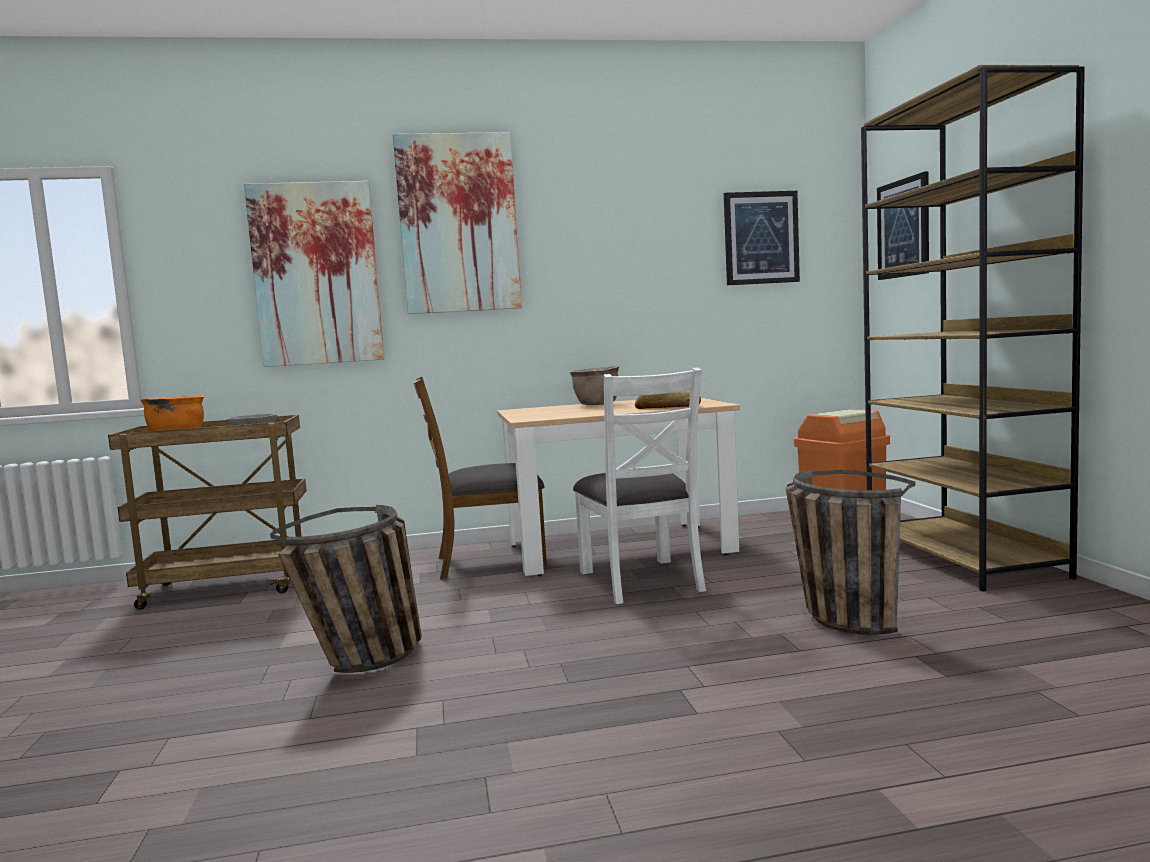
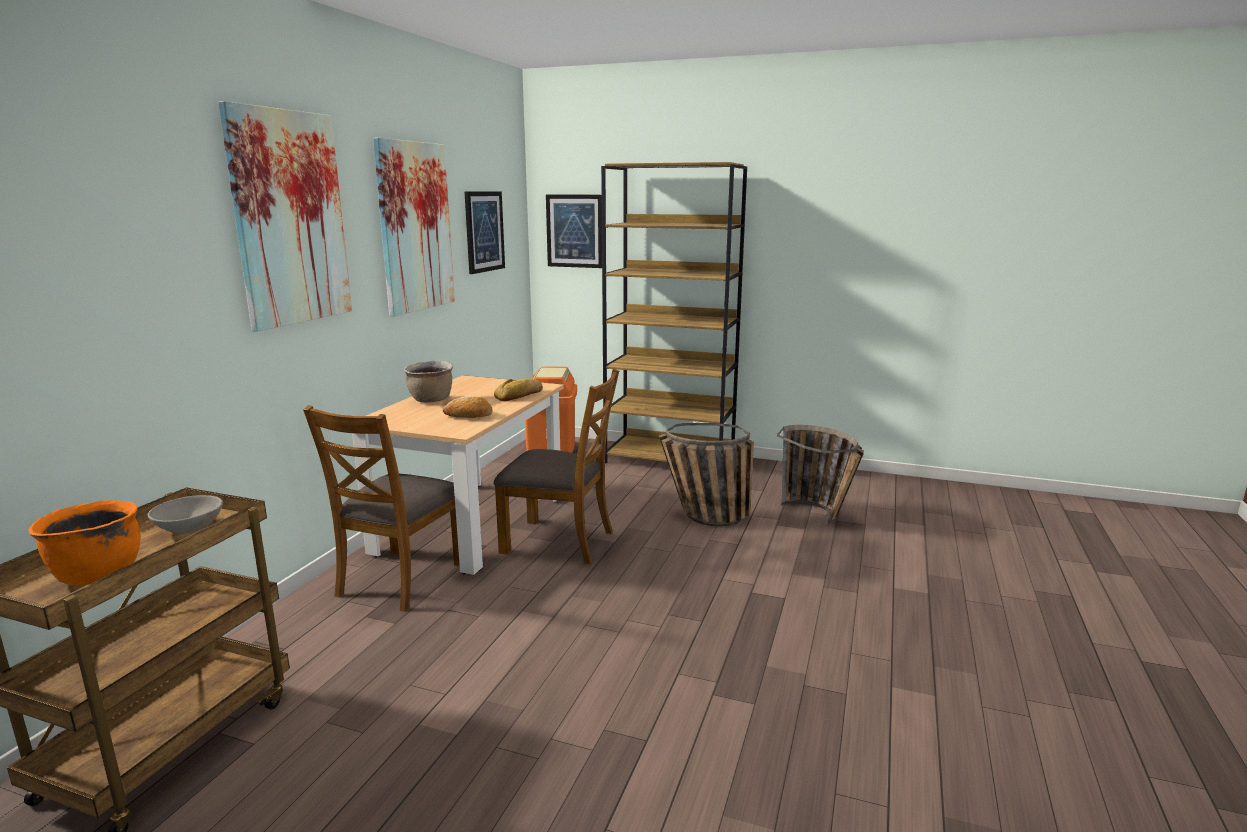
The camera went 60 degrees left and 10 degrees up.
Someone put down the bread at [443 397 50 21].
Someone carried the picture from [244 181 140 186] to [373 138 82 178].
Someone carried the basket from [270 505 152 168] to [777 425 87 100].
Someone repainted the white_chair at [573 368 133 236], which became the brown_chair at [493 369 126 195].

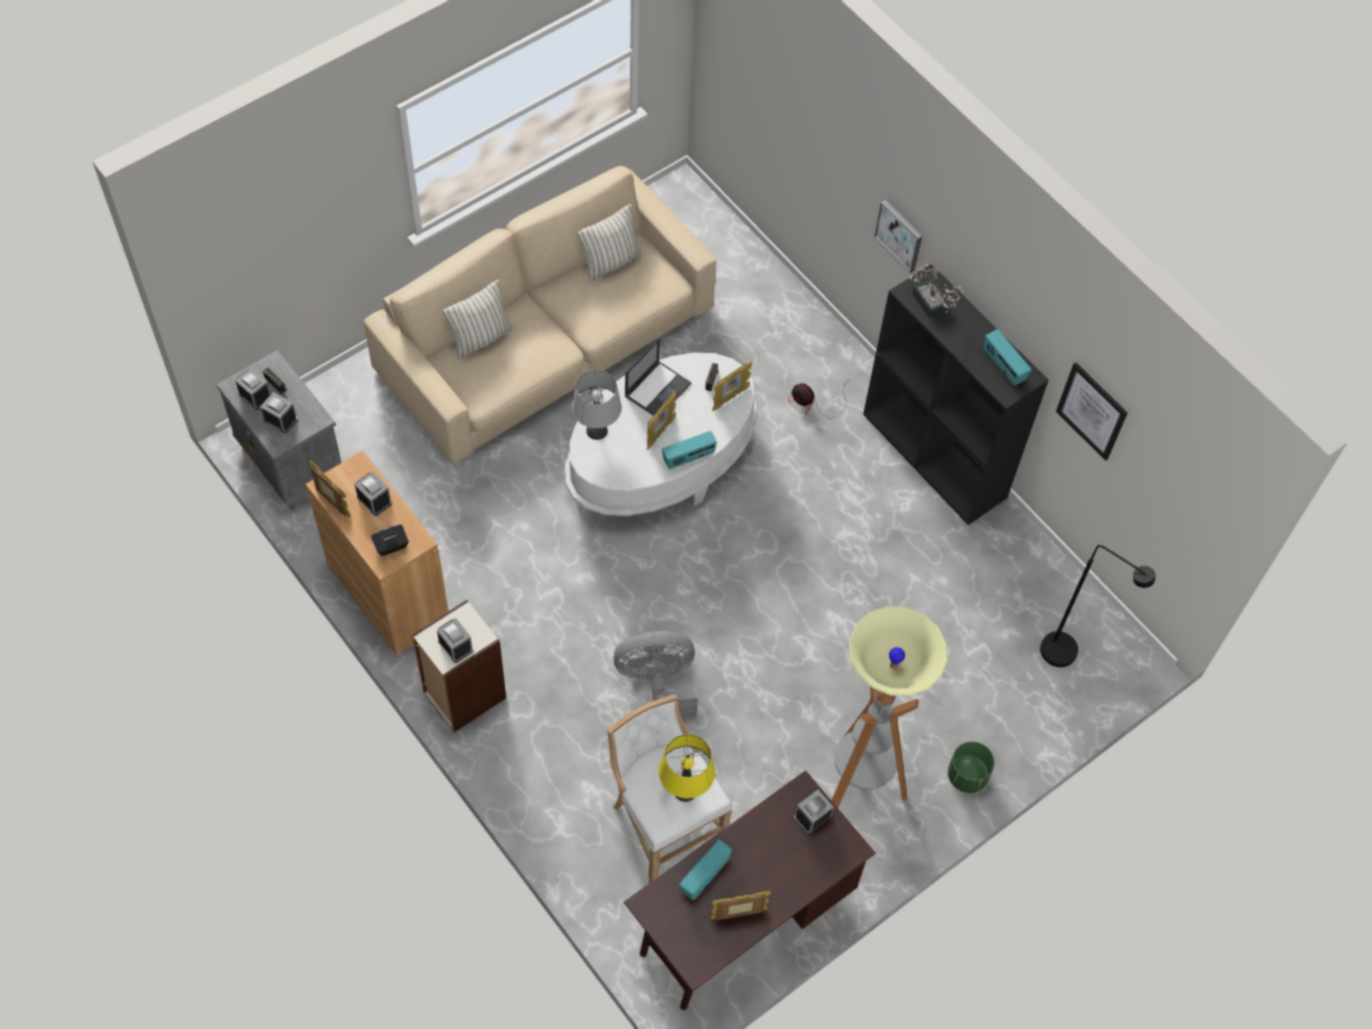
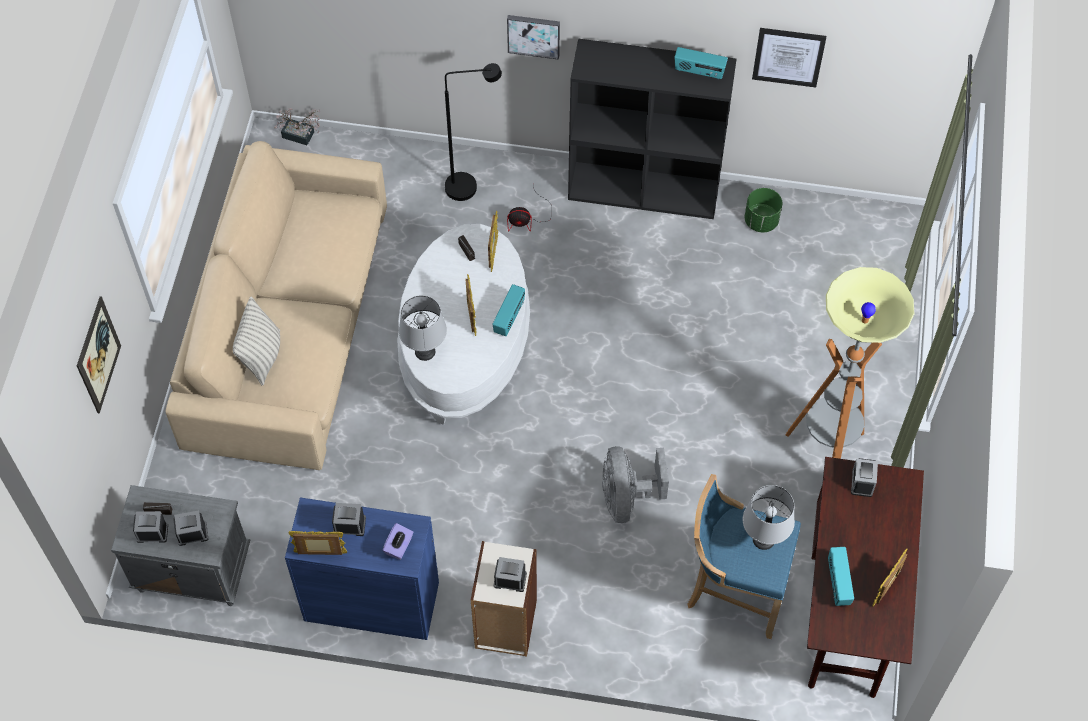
The camera went 40 degrees left and 0 degrees up.
Someone took away the pillow at [577 204 66 79].
Someone took away the laptop at [625 337 66 79].
Someone put up the picture at [77 296 44 118].
Someone carried the potted_plant from [909 264 55 54] to [274 108 46 37].
Someone carried the green_planter from [948 742 47 51] to [745 188 37 44].
Someone carried the black_floor_lamp from [1040 545 115 122] to [445 63 57 138].
Someone repainted the brown_cabinet at [306 450 142 205], which became the blue_cabinet at [285 497 154 143].
Someone repainted the black_tissue_box at [371 525 38 31], which became the purple_tissue_box at [383 523 31 37].
Someone repainted the white_stool at [607 694 125 189], which became the blue_stool at [687 474 114 165].
Someone repainted the yellow_table_lamp at [659 734 56 68], which became the grey_table_lamp at [743 485 52 65].
Someone rotated the grey_fan at [613 631 85 86] by 45 degrees counterclockwise.

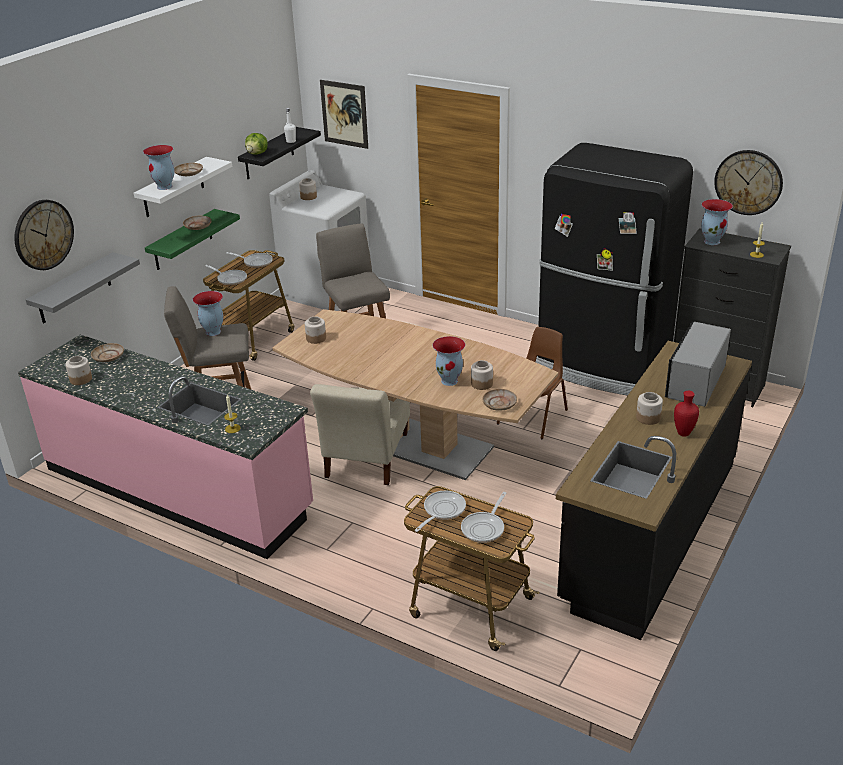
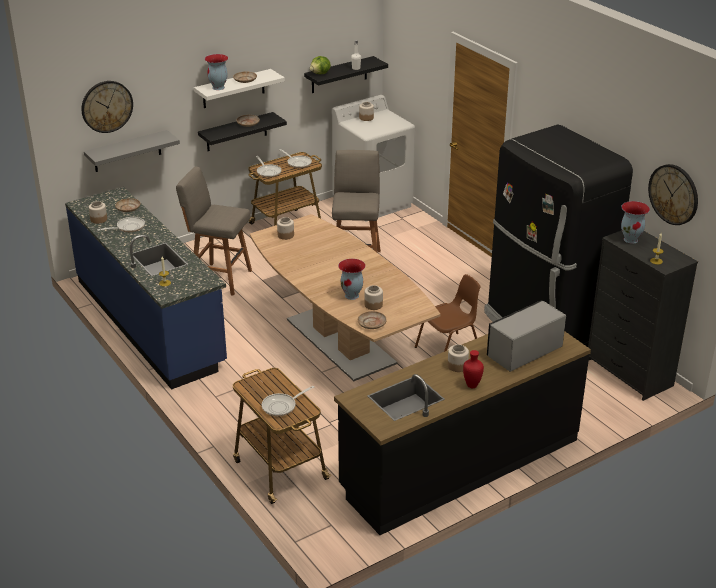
The camera went 25 degrees right and 0 degrees up.
Someone took away the vase at [193 291 30 45].
Someone took away the beige_chair at [310 384 100 101].
Someone took away the picture at [320 80 48 69].
Someone carried the frying_pan from [414 491 52 41] to [97 217 48 15].
Someone repainted the pink_counter at [18 335 295 224], which became the blue_counter at [65 187 162 203].
Someone repainted the green_shelf at [145 209 95 61], which became the black_shelf at [198 112 89 39].

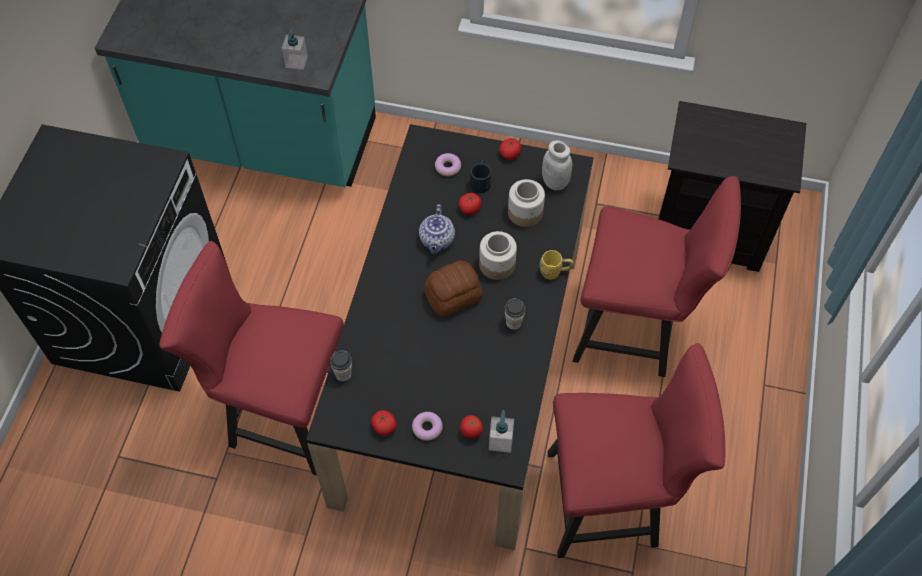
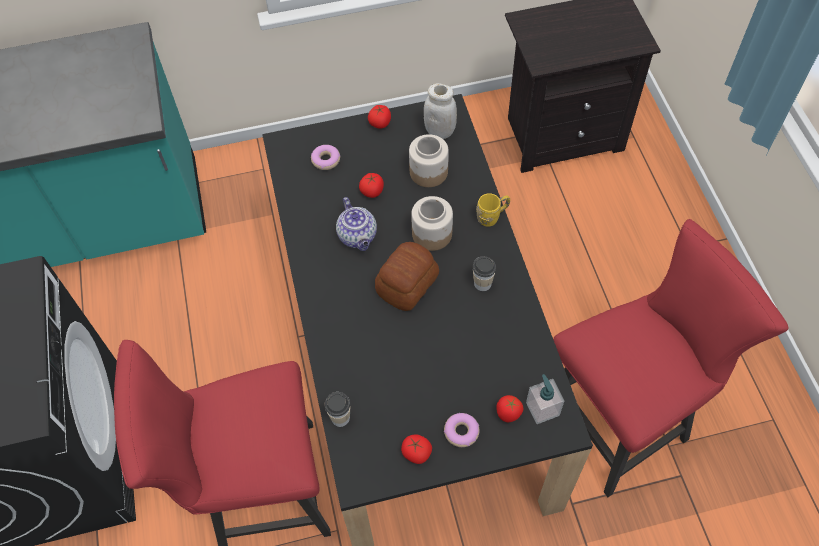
The camera went 25 degrees left and 0 degrees up.
Someone took away the soap_dispenser at [282 29 26 41].
Someone took away the black_mug at [470 159 22 34].
Someone took away the red_chair at [572 176 169 201].

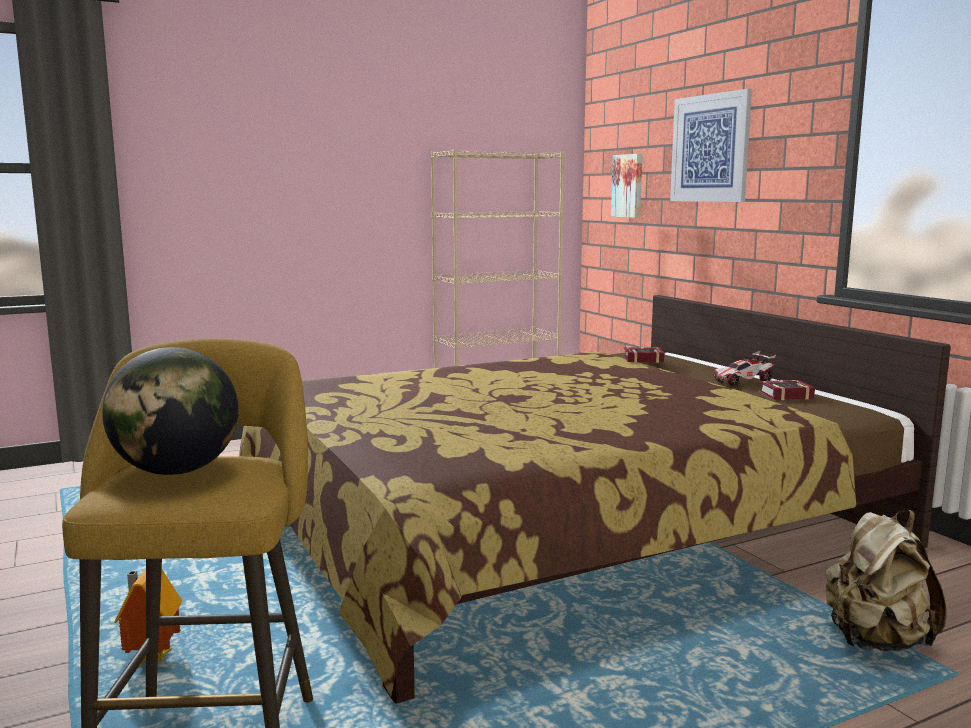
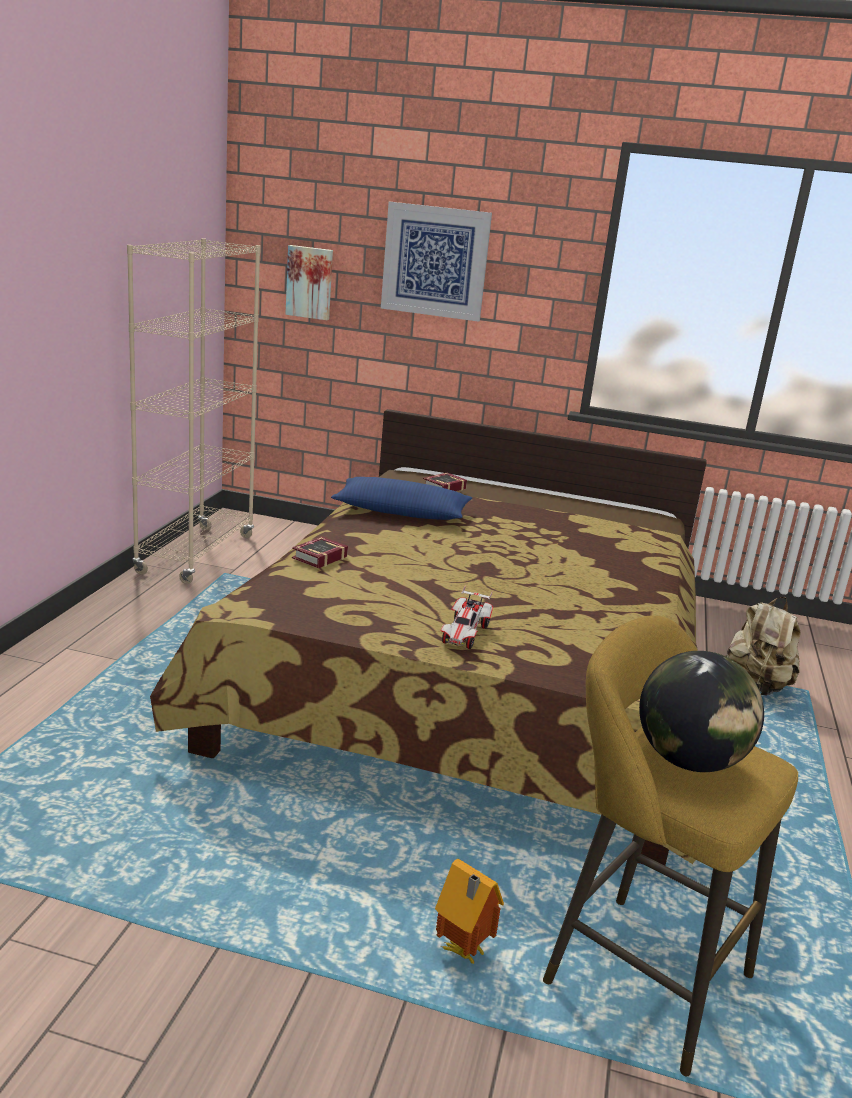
The camera went 50 degrees left and 10 degrees up.
Someone put down the blue_pillow at [331 477 141 43].
Someone carried the toy_car from [713 351 63 35] to [441 585 52 64].
Someone carried the book from [758 380 57 20] to [292 536 56 32].

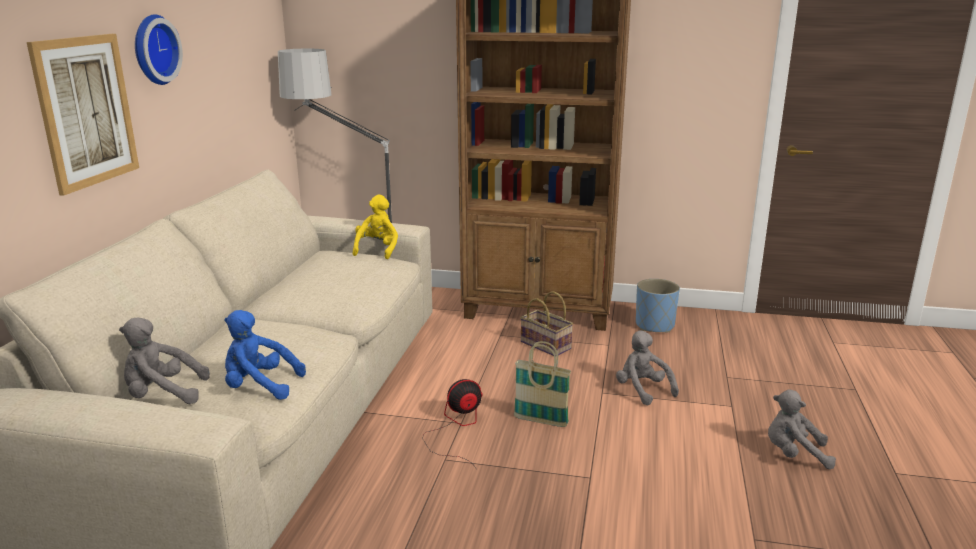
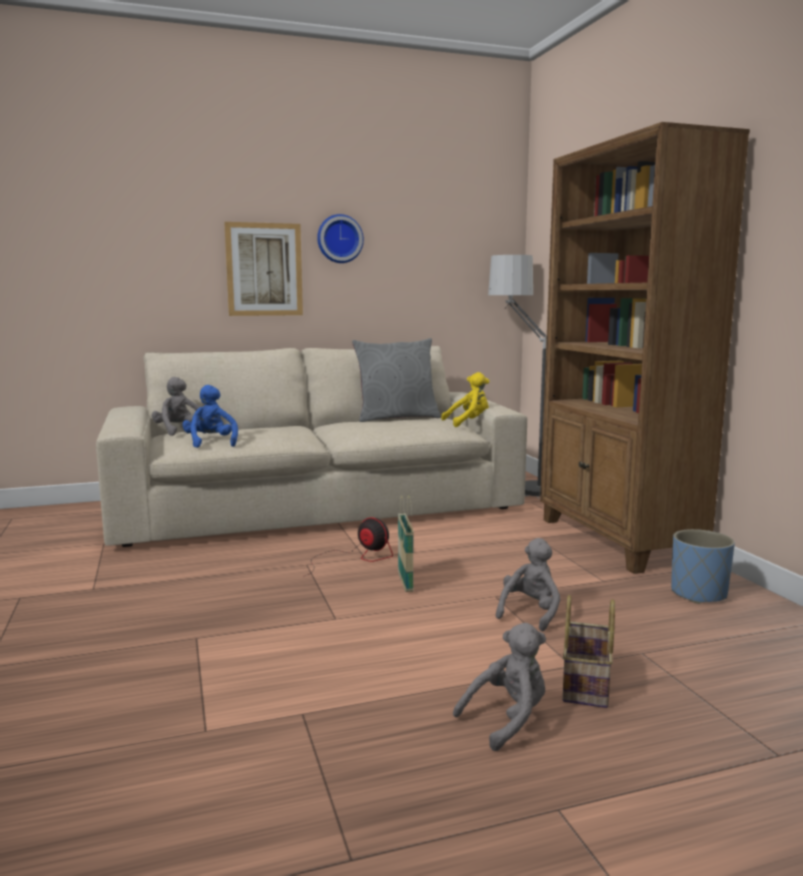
The camera went 60 degrees right and 10 degrees down.
Someone put down the grey_pillow at [352 338 88 84].
Someone carried the basket from [520 291 53 65] to [562 595 53 113].
Someone rotated the grey_plush_toy at [768 389 68 80] by 75 degrees clockwise.

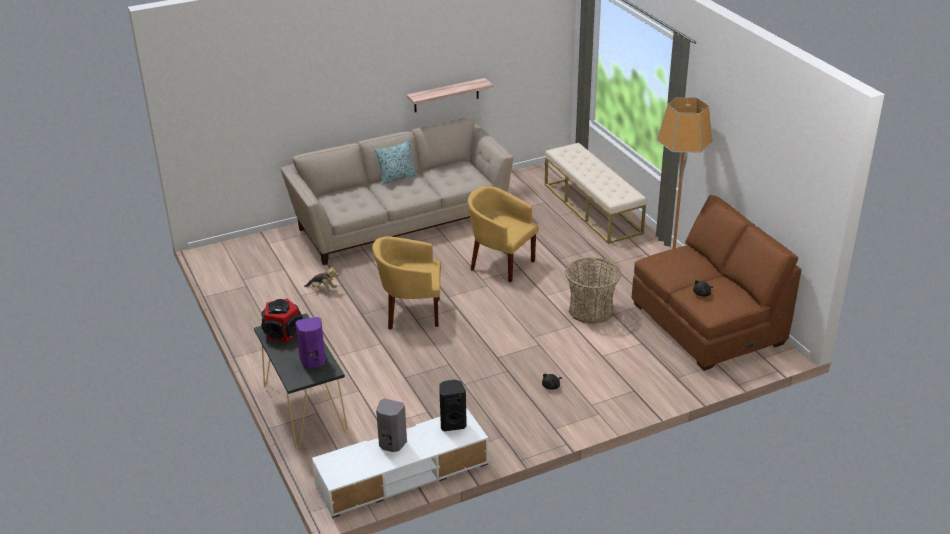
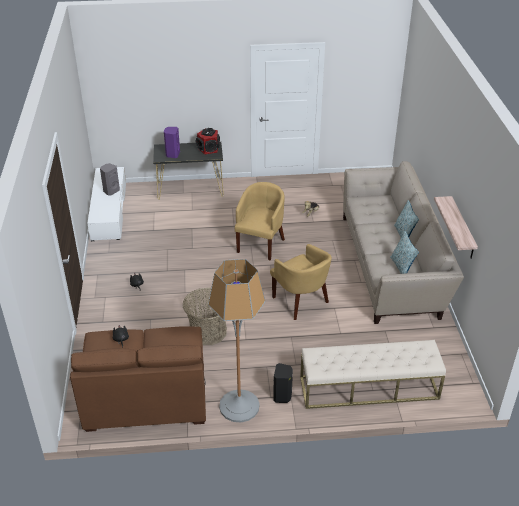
The camera went 110 degrees right and 5 degrees up.
Someone put down the pillow at [390 231 29 43].
Someone carried the black_speaker from [439 380 28 51] to [273 363 20 40].
Someone rotated the yellow_armchair at [468 186 71 96] by 90 degrees clockwise.

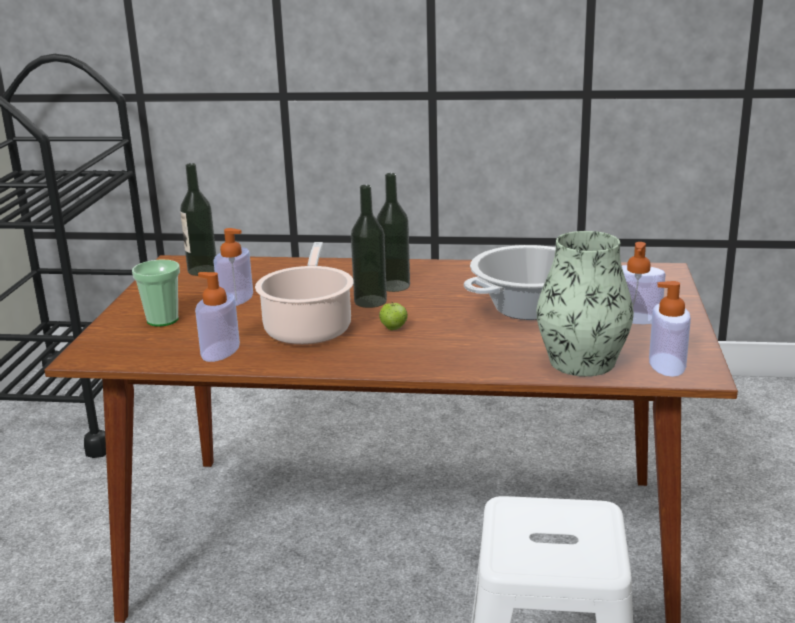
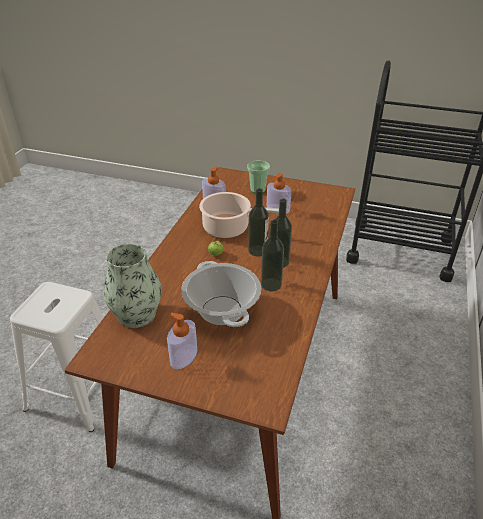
The camera went 100 degrees right and 15 degrees up.
Someone took away the soap_dispenser at [649 281 42 96].
Someone carried the bottle from [180 163 36 113] to [261 219 23 72].

